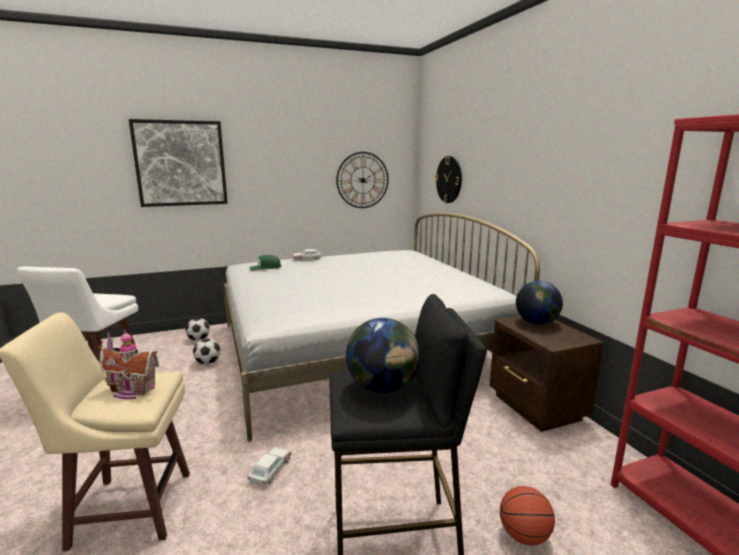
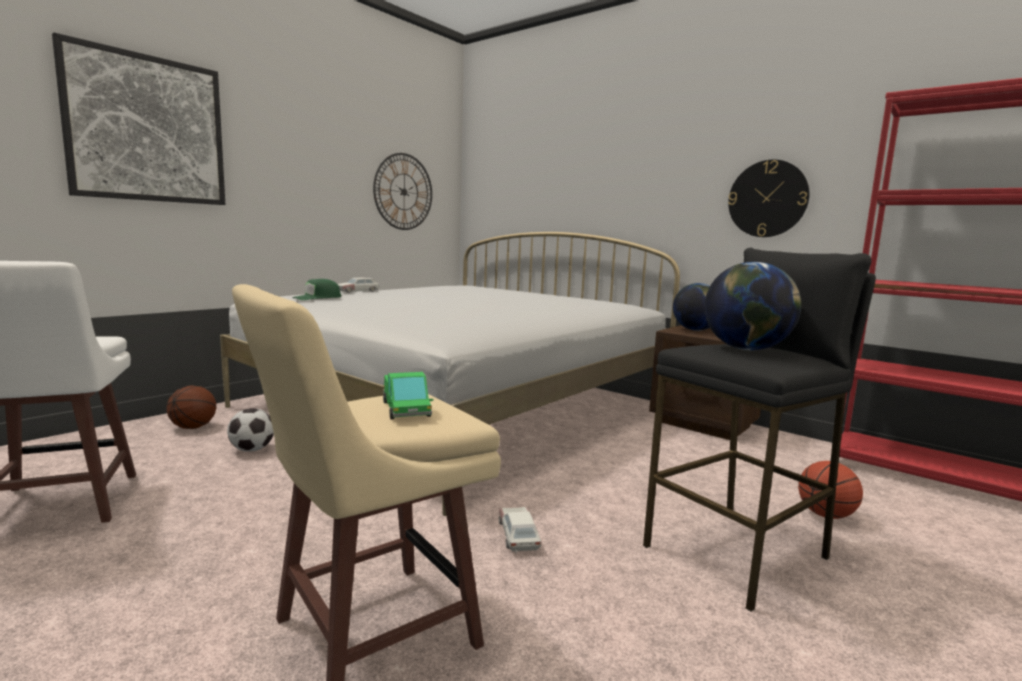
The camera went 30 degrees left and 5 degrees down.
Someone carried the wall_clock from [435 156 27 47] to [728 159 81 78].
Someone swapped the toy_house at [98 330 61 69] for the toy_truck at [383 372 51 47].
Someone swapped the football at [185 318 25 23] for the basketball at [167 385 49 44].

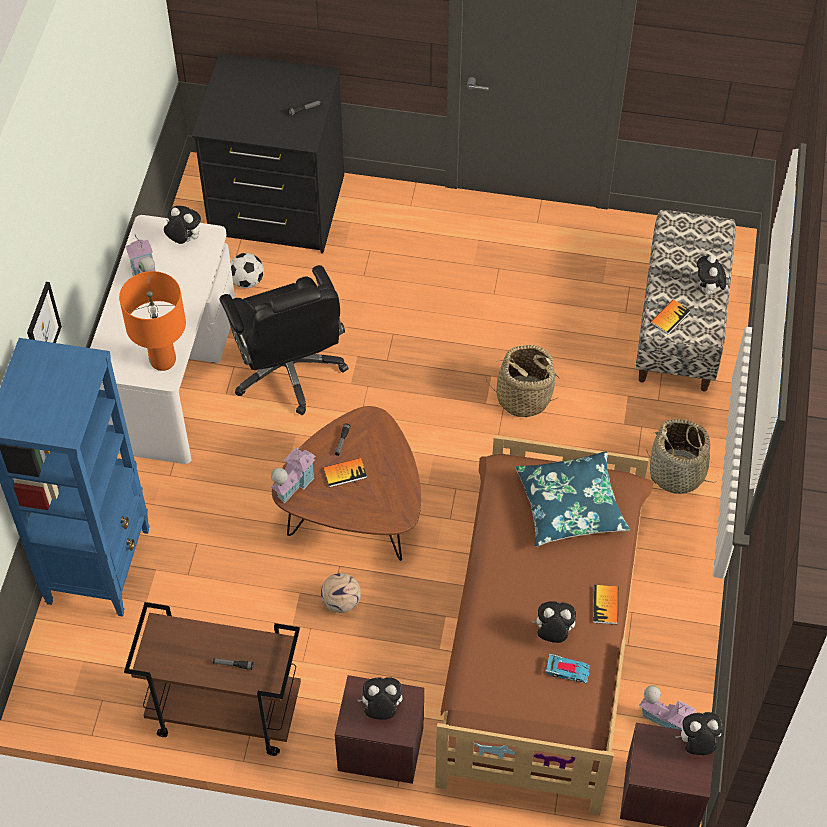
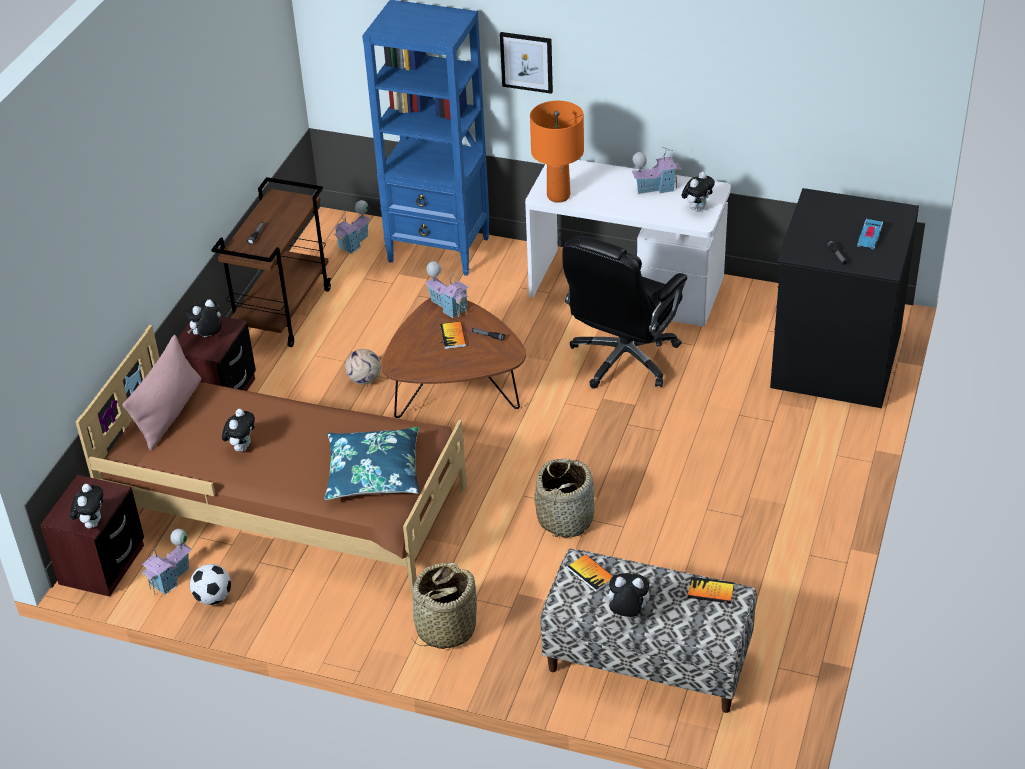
The camera went 100 degrees right and 15 degrees down.
Someone put down the pink_pillow at [123 335 79 115].
Someone put down the toy_house at [333 200 38 54].
Someone carried the football from [230 253 34 35] to [190 564 41 41].
Someone carried the toy_car from [546 654 44 29] to [857 219 26 30].
Someone carried the book from [593 585 25 39] to [687 577 47 27].
Someone rotated the black_office_chair at [219 265 130 150] by 45 degrees counterclockwise.
Someone rotated the plush_toy at [358 677 44 43] by 135 degrees counterclockwise.

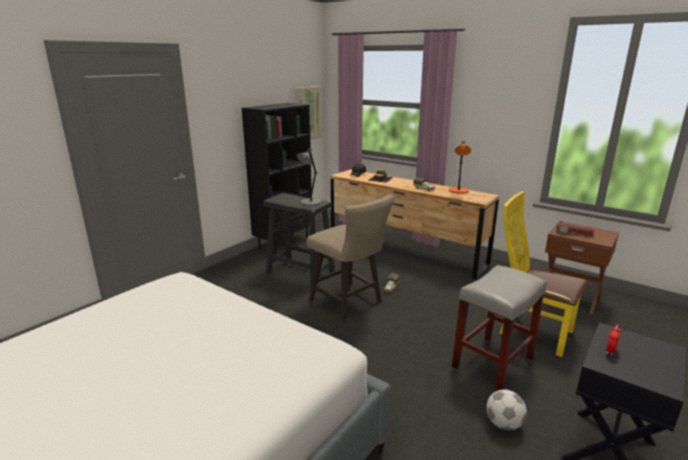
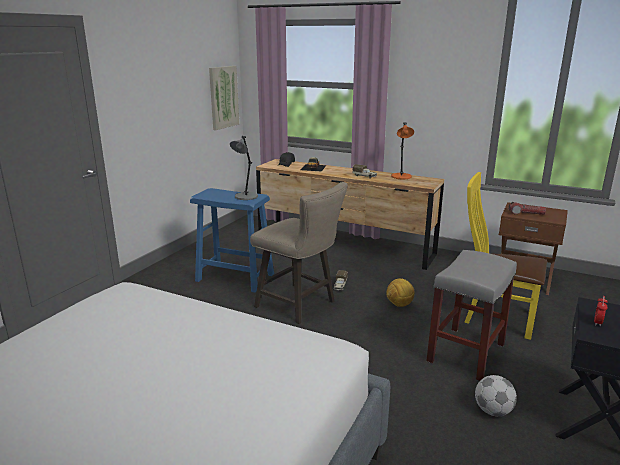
The camera went 10 degrees left and 0 degrees up.
Someone took away the black_bookcase at [242 103 70 151].
Someone put down the football at [386 278 29 29].
Someone repainted the black_stool at [263 193 72 94], which became the blue_stool at [190 188 84 105].

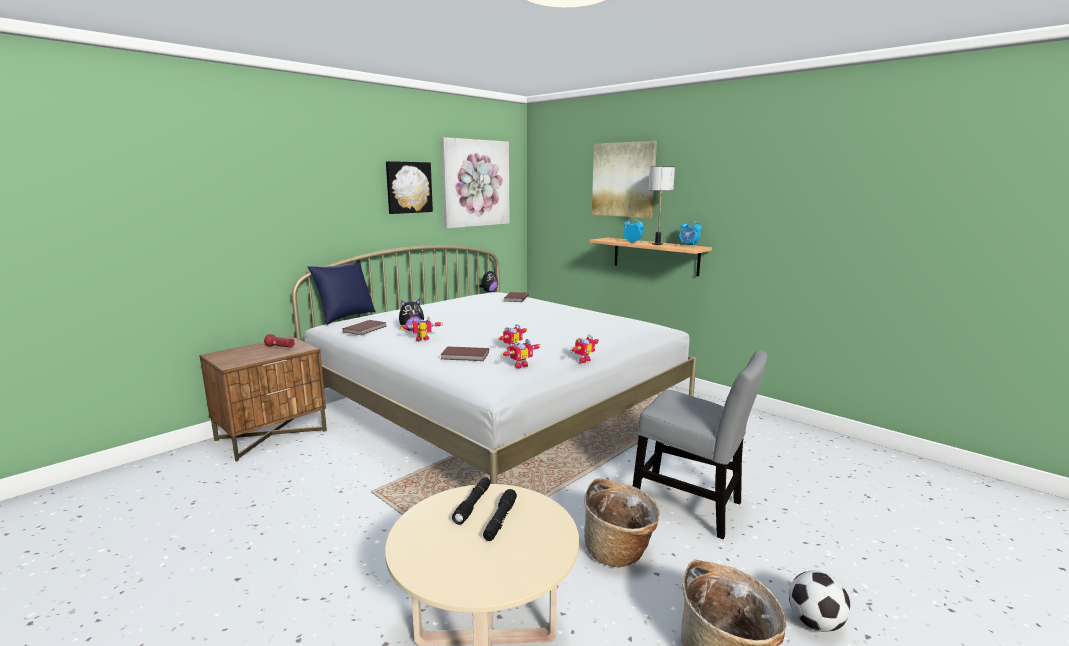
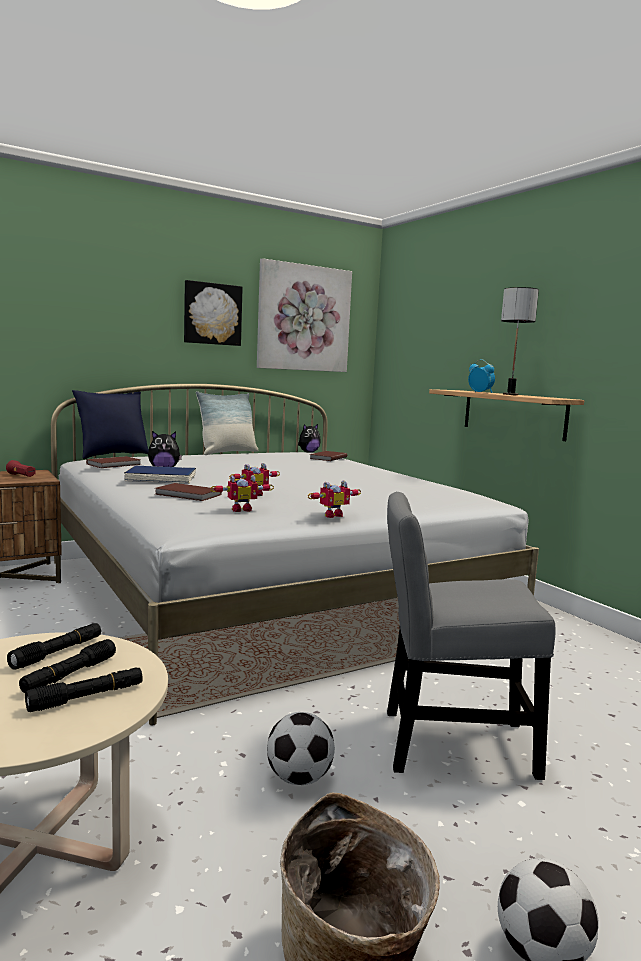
The camera went 15 degrees right and 5 degrees down.
Someone took away the picture at [592 141 65 77].
Someone took away the alarm_clock at [679 220 23 27].
Someone put down the black_flashlight at [25 667 118 45].
Someone put down the pillow at [196 391 62 64].
Someone swapped the toy_robot at [400 317 43 24] for the blue_book at [124 466 72 18].
Someone swapped the basket at [584 478 75 89] for the football at [267 712 68 73].
Someone rotated the grey_chair at [633 350 134 189] by 135 degrees clockwise.

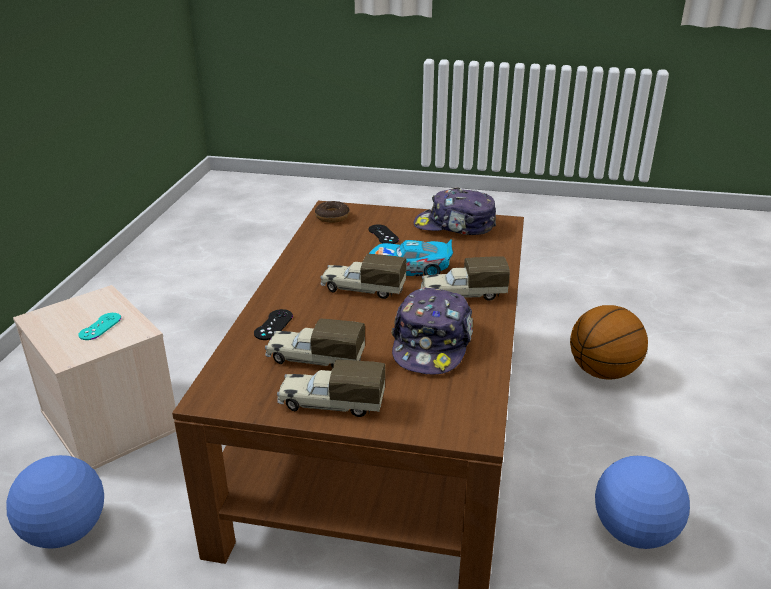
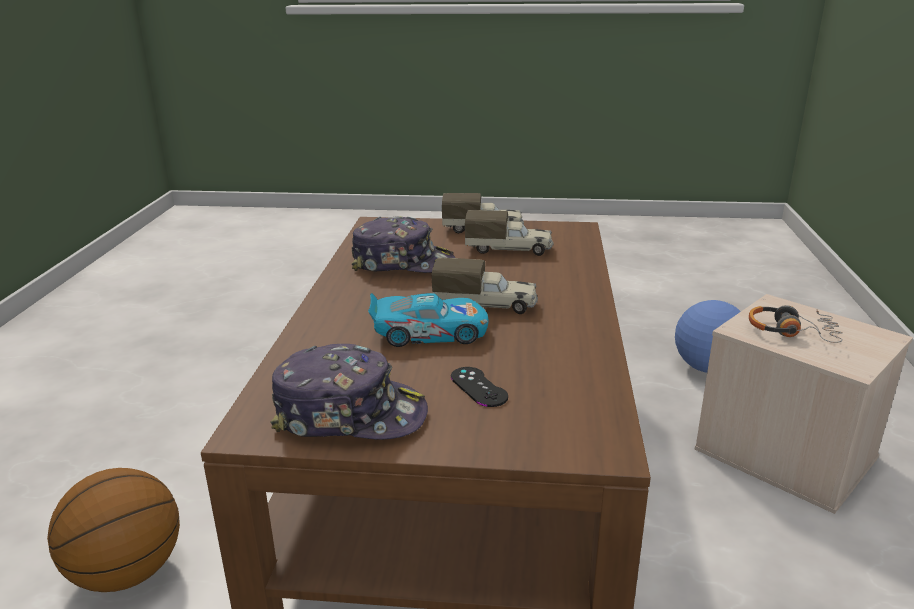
The camera went 175 degrees right and 5 degrees down.
Someone took away the black_game_controller at [254 309 39 31].
Someone took away the donut at [315 201 35 22].
Someone took away the toy_truck at [421 256 89 45].
Someone took away the football at [595 456 95 93].
Someone swapped the turquoise_game_controller at [78 313 43 27] for the headphones at [749 305 94 38].
Someone rotated the cap at [392 287 81 87] by 90 degrees clockwise.

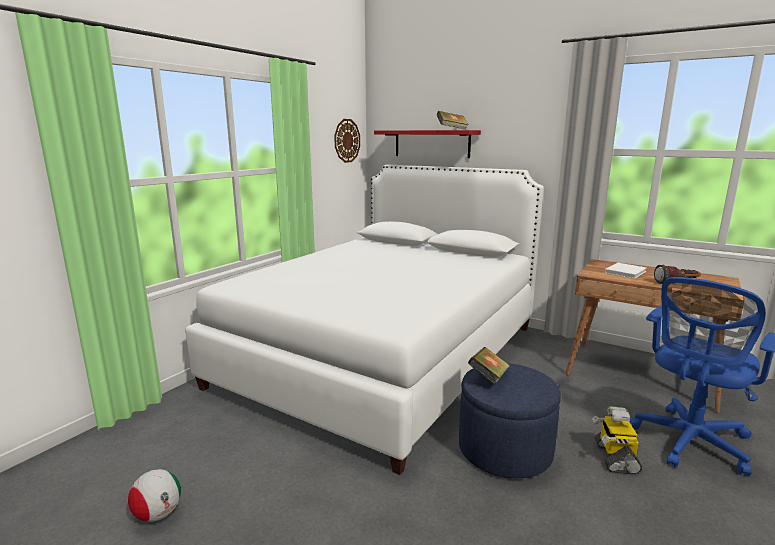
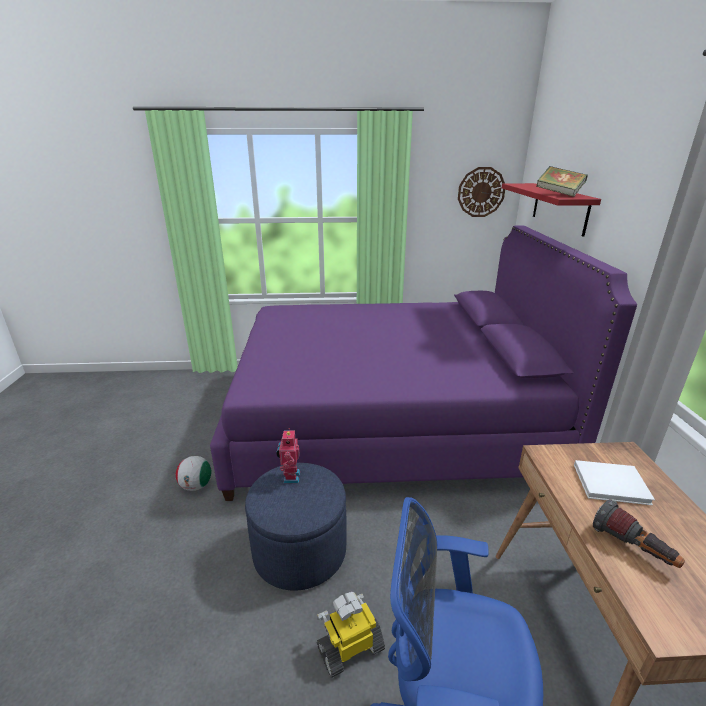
The camera went 55 degrees right and 10 degrees up.
Someone carried the football from [128 469 53 53] to [176 456 35 35].
Someone swapped the book at [468 347 42 37] for the toy_robot at [276 428 24 55].
Someone repainted the white_bed at [185 165 359 310], which became the purple_bed at [210 225 427 276].

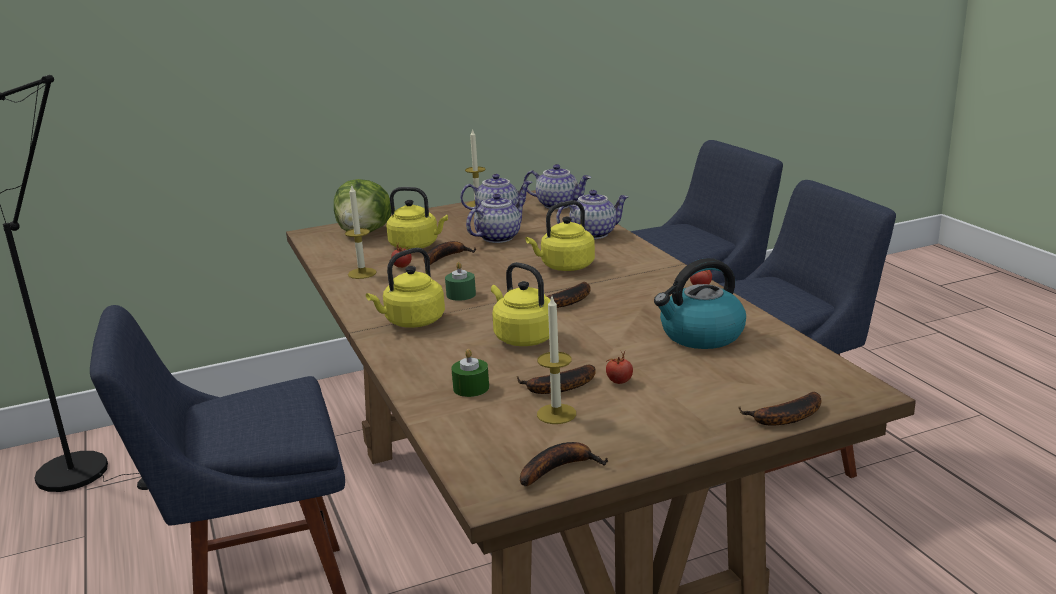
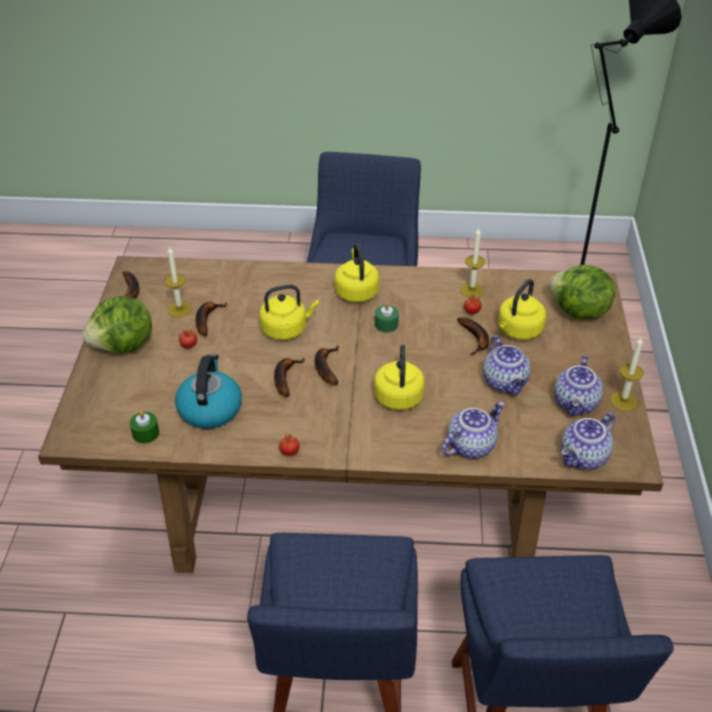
The camera went 115 degrees right and 20 degrees up.
Someone put down the lettuce at [82 296 70 57].
Someone carried the green_candle from [451 349 38 48] to [130 411 29 32].
Someone carried the banana from [738 392 83 34] to [274 358 30 39].
Someone rotated the teapot at [556 190 73 49] by 135 degrees counterclockwise.

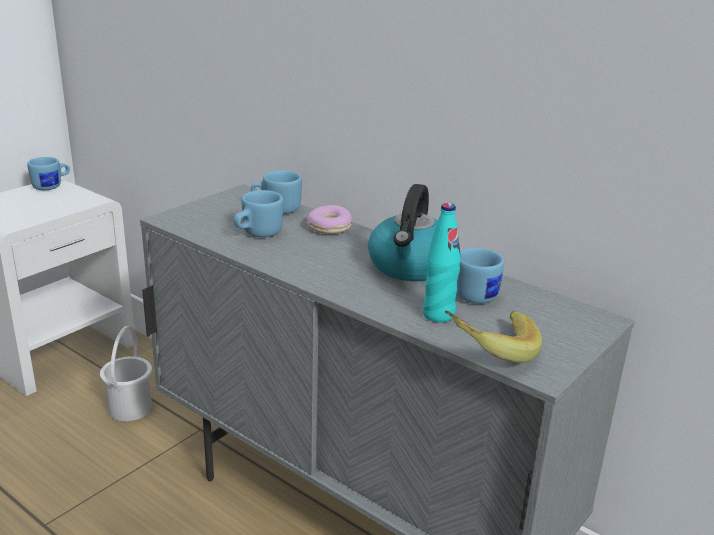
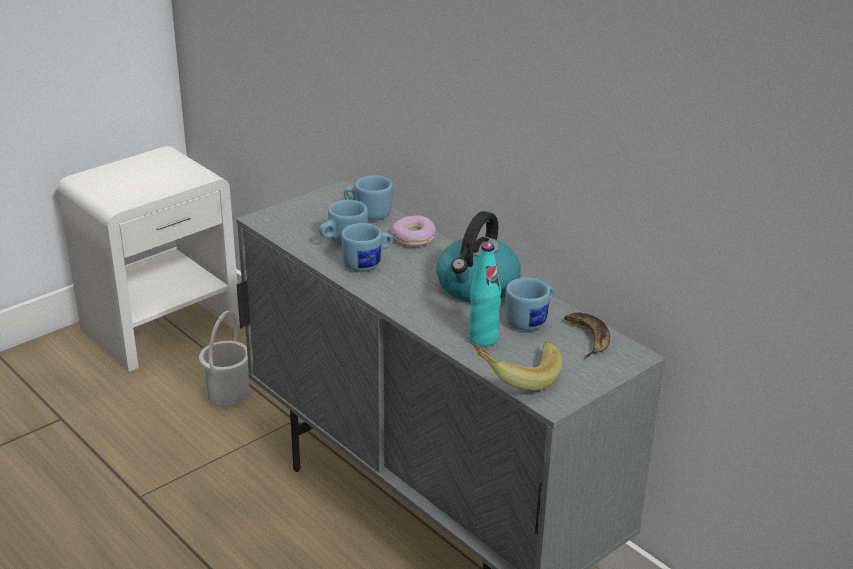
The camera went 10 degrees right and 5 degrees up.
Someone put down the banana at [564 312 46 47].
Someone carried the blue_mug from [27 157 43 33] to [341 223 52 49].

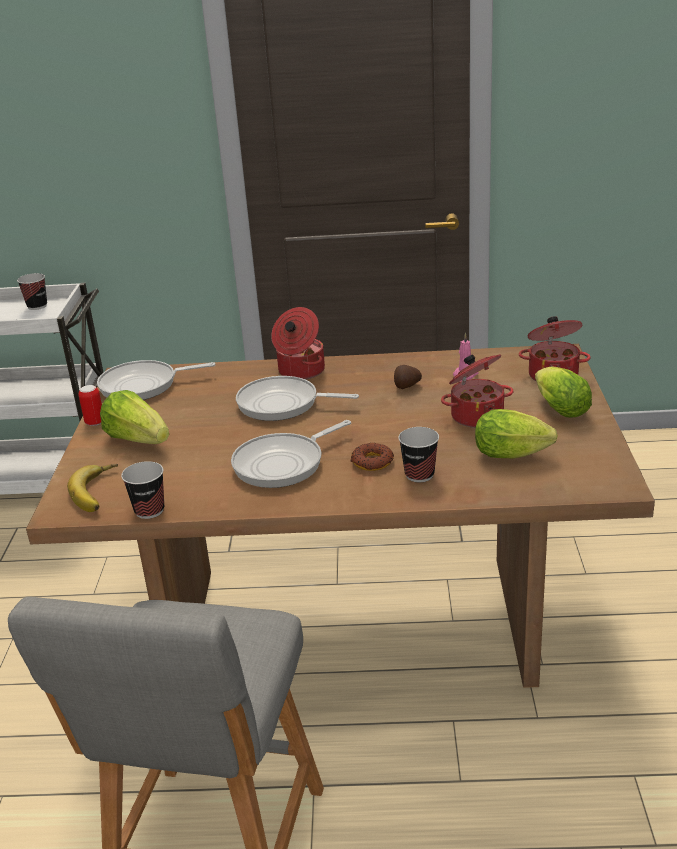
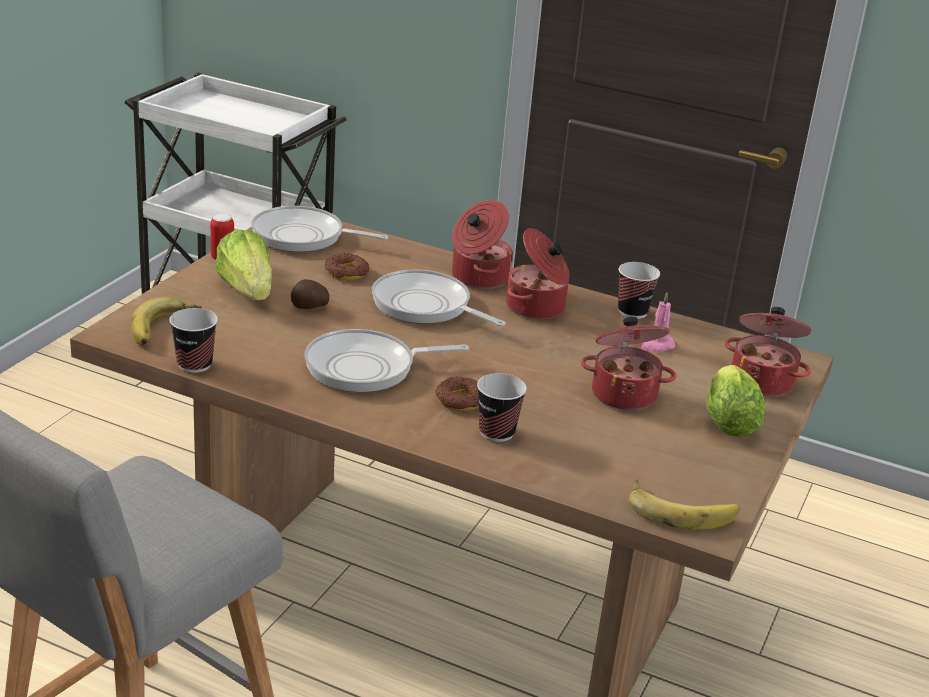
The camera went 20 degrees right and 0 degrees up.
Someone took away the lettuce at [475 409 83 50].
Someone put down the donut at [324 253 45 27].
Someone put down the cooking_pot at [506 228 63 91].
Someone put down the banana at [628 477 111 53].
Someone carried the cup from [17 273 30 37] to [618 262 42 57].
Someone carried the potato from [394 365 28 24] to [291 279 38 30].

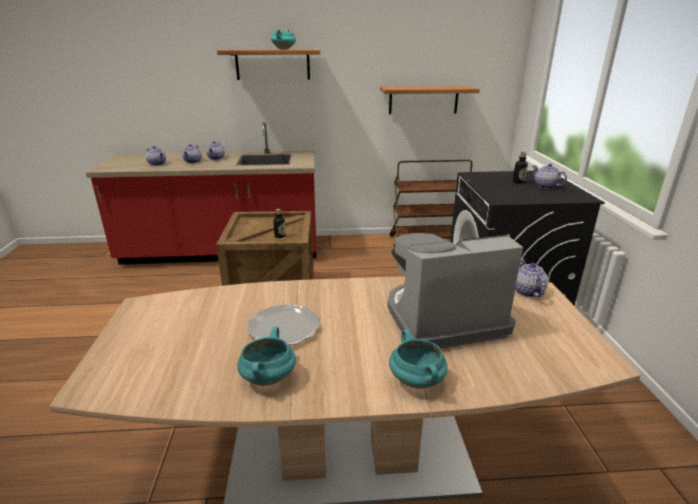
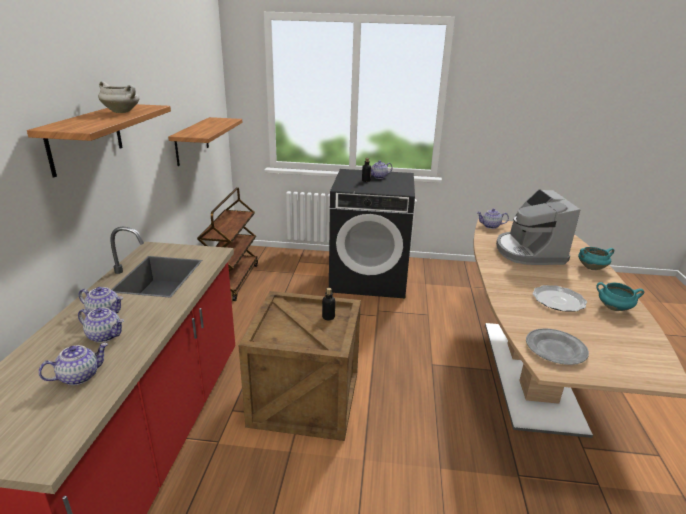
The camera went 80 degrees left and 0 degrees up.
Someone put down the grey_plate at [526 328 63 37].
Someone repainted the turquoise_cooking_pot at [271 29 25 21], which became the white_cooking_pot at [98 81 42 32].

